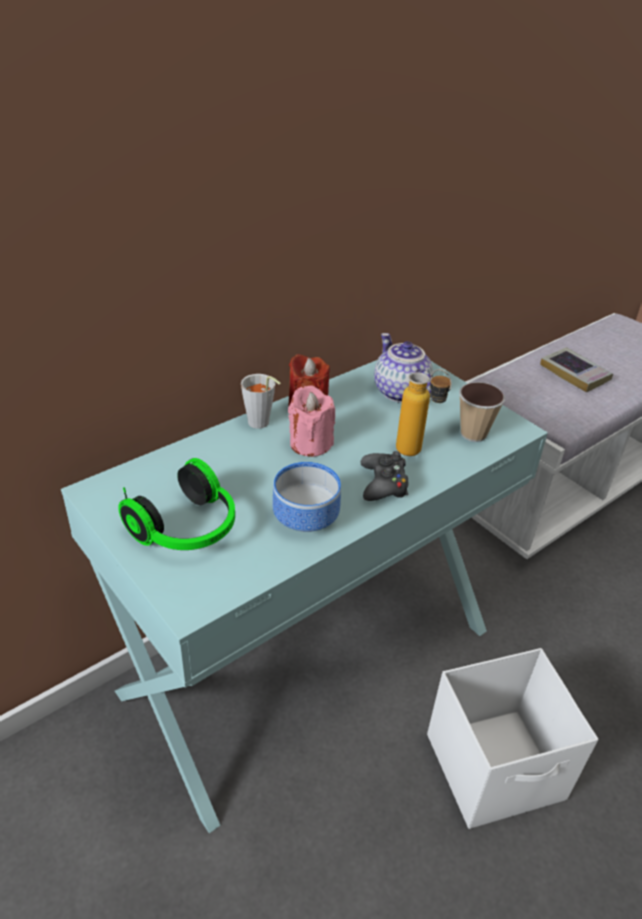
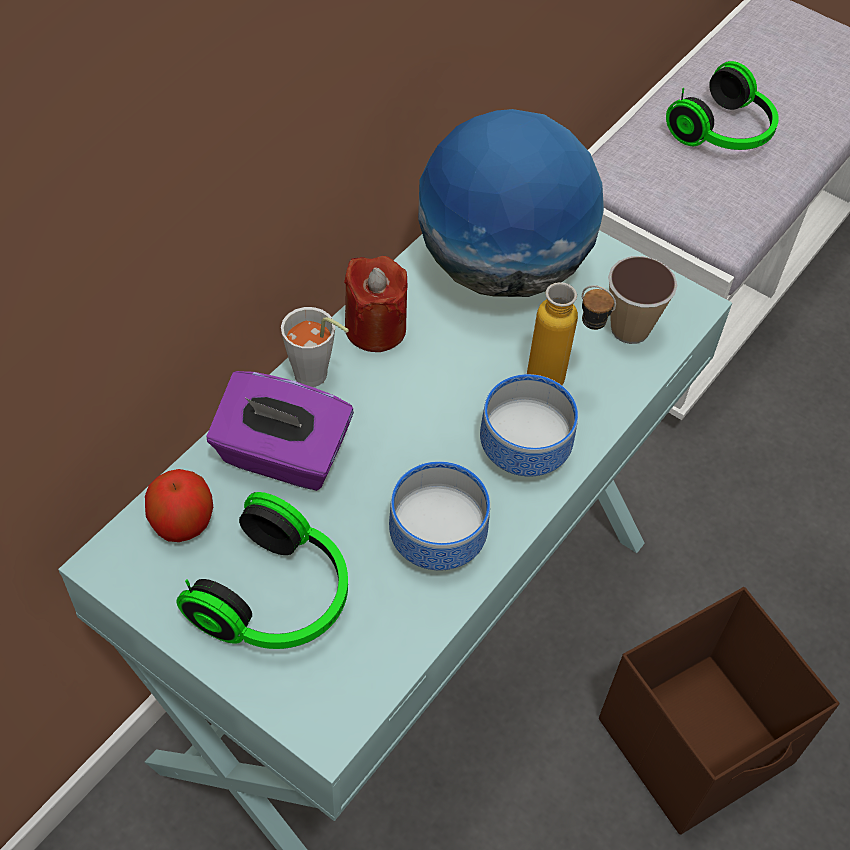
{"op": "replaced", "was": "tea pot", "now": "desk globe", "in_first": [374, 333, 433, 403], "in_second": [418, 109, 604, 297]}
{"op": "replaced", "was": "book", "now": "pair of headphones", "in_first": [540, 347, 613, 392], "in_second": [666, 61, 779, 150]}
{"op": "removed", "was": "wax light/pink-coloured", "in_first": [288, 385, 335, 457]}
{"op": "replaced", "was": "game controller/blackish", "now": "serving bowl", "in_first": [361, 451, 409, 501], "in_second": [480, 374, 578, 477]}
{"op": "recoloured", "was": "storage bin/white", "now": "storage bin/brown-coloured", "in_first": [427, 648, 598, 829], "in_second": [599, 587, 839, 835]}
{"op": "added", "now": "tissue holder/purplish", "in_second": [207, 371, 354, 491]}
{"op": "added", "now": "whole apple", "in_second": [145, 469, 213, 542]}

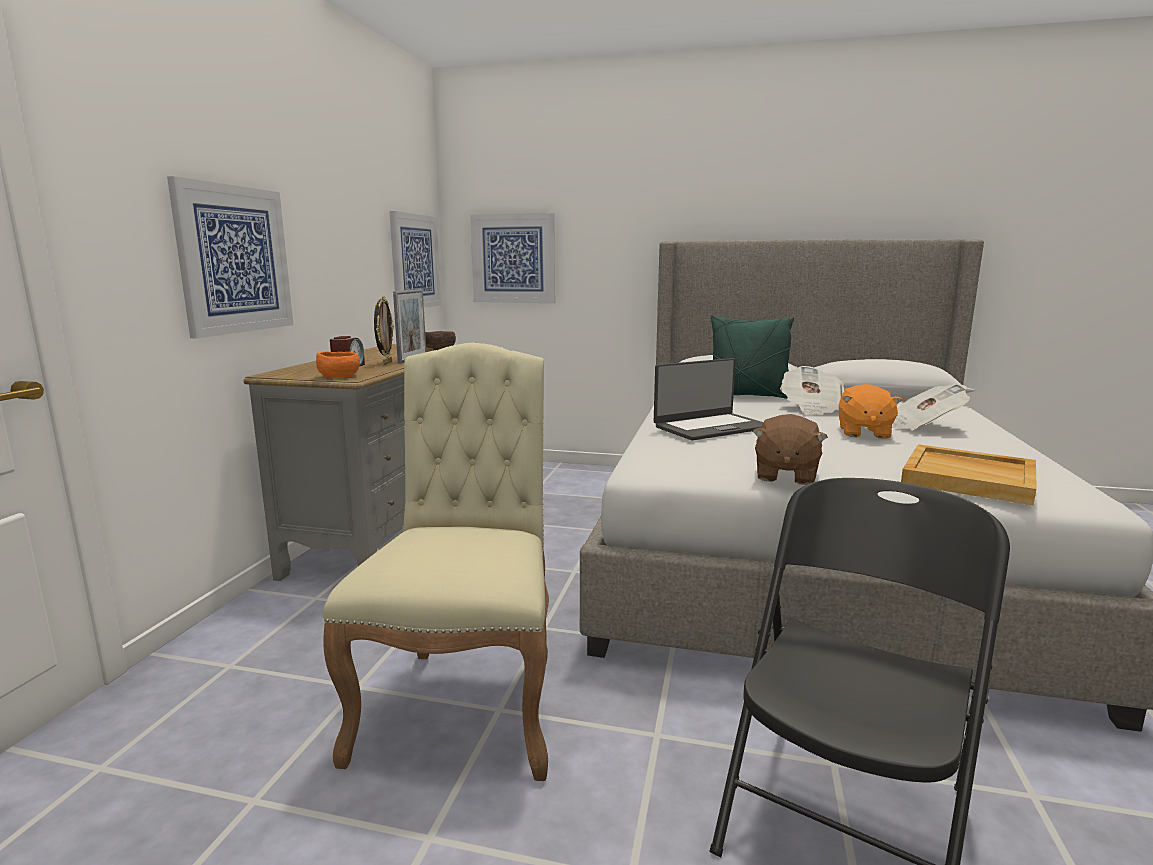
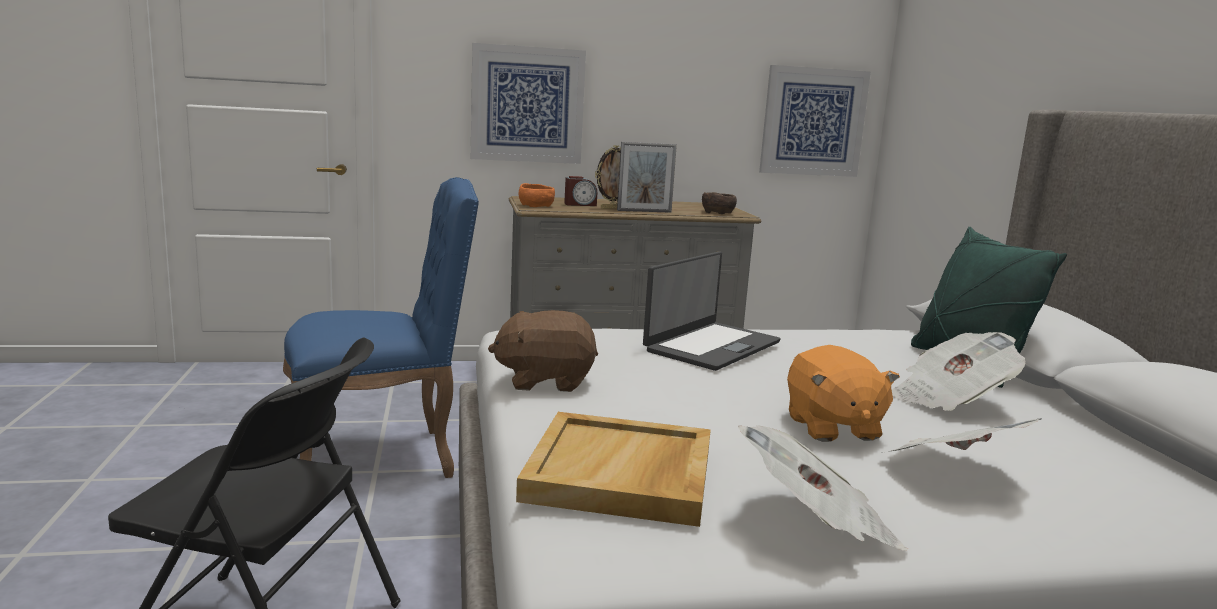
{"op": "removed", "was": "wall art", "in_first": [470, 213, 555, 303]}
{"op": "recoloured", "was": "plain chair/beige-coloured", "now": "plain chair/blue", "in_first": [323, 342, 549, 781], "in_second": [283, 177, 479, 478]}
{"op": "turned", "was": "notebook computer", "in_first": [654, 358, 764, 441], "in_second": [643, 251, 781, 371], "clockwise": -90}
{"op": "turned", "was": "plush toy/orange-coloured", "in_first": [839, 384, 903, 439], "in_second": [787, 345, 900, 442], "clockwise": -90}
{"op": "added", "now": "newspaper", "in_second": [738, 425, 908, 551]}

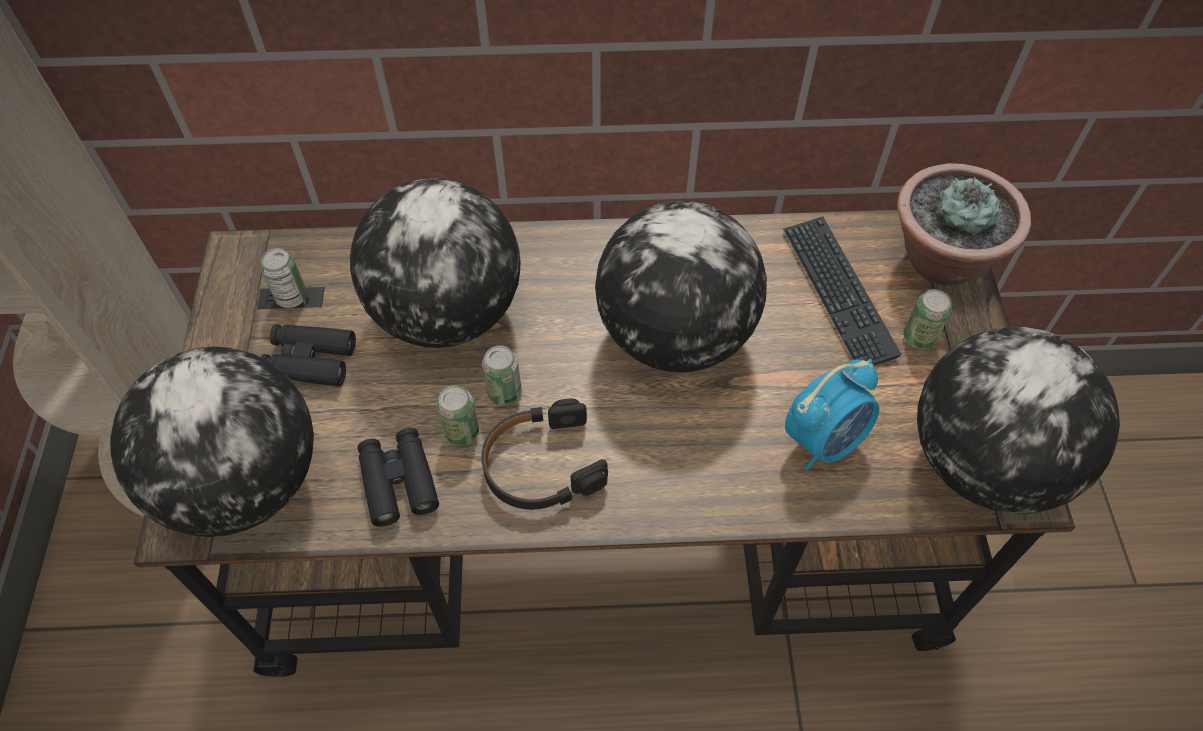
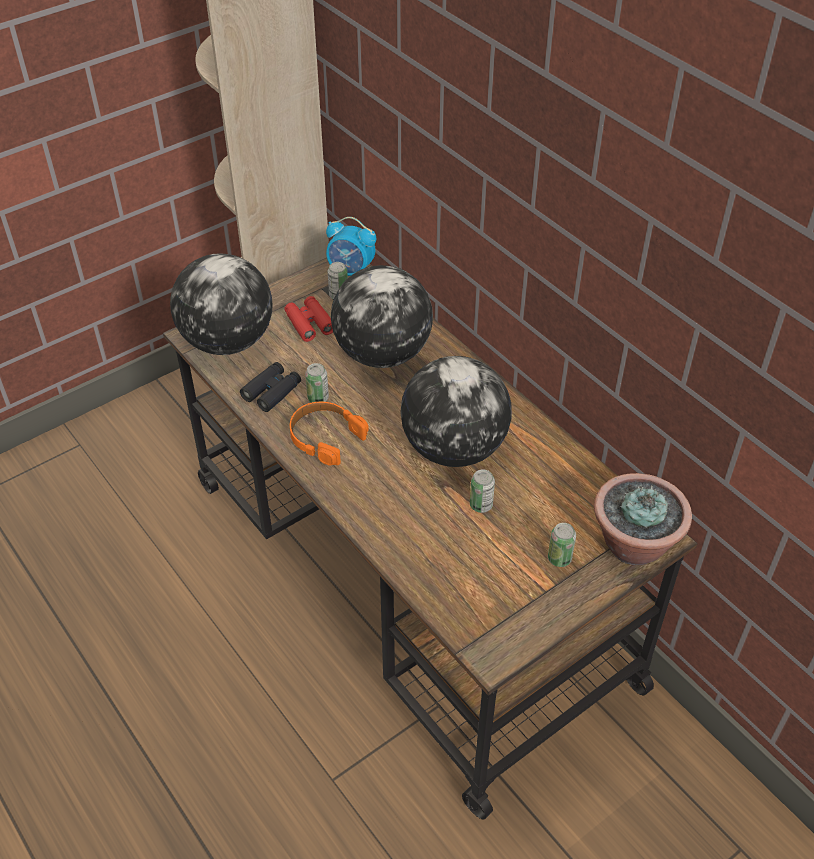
{"op": "removed", "was": "computer keyboard", "in_first": [783, 216, 901, 366]}
{"op": "recoloured", "was": "pair of binoculars/blackish", "now": "pair of binoculars/red", "in_first": [261, 324, 356, 387], "in_second": [284, 296, 333, 342]}
{"op": "removed", "was": "desk globe", "in_first": [917, 327, 1120, 514]}
{"op": "moved", "was": "sealed can", "in_first": [482, 345, 522, 406], "in_second": [470, 469, 495, 513]}
{"op": "moved", "was": "bedside clock", "in_first": [785, 359, 879, 470], "in_second": [326, 217, 376, 276]}
{"op": "recoloured", "was": "pair of headphones/blackish", "now": "pair of headphones/orange-coloured", "in_first": [481, 398, 608, 510], "in_second": [290, 402, 369, 466]}

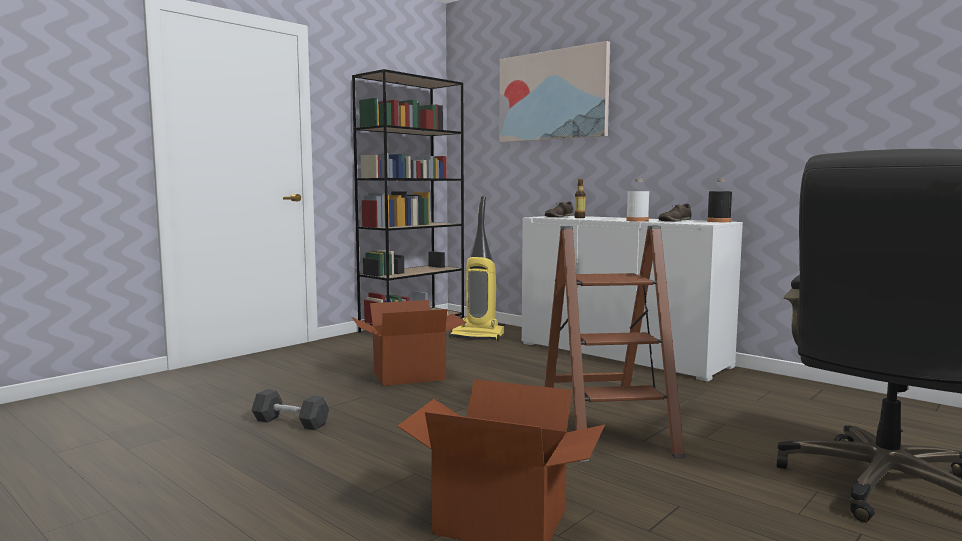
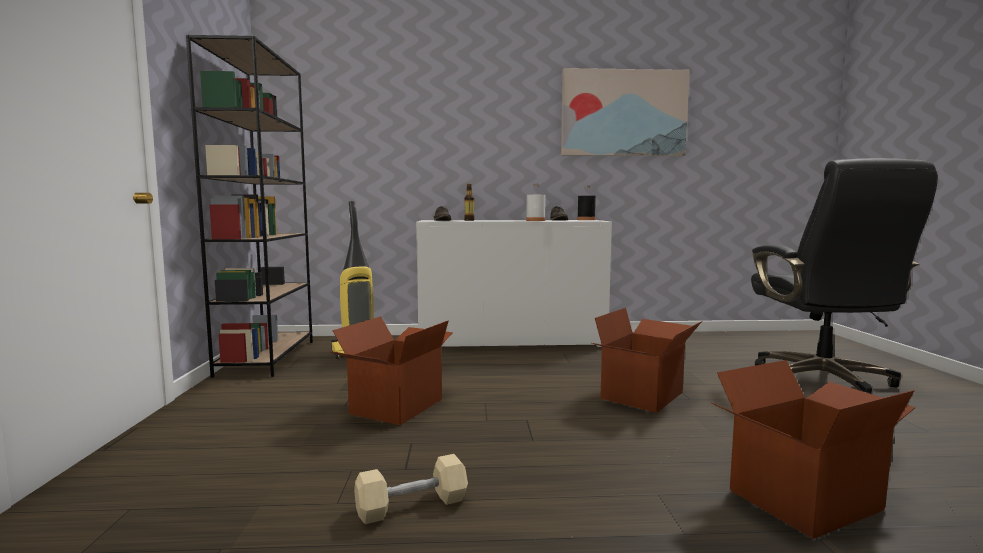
{"op": "moved", "was": "wall art", "in_first": [499, 41, 610, 142], "in_second": [561, 68, 690, 156]}
{"op": "replaced", "was": "step ladder/brown-coloured", "now": "cardboard box", "in_first": [544, 226, 685, 462], "in_second": [592, 308, 702, 413]}
{"op": "recoloured", "was": "free weight/blackish", "now": "free weight/beige-coloured", "in_first": [252, 389, 329, 430], "in_second": [354, 454, 468, 524]}

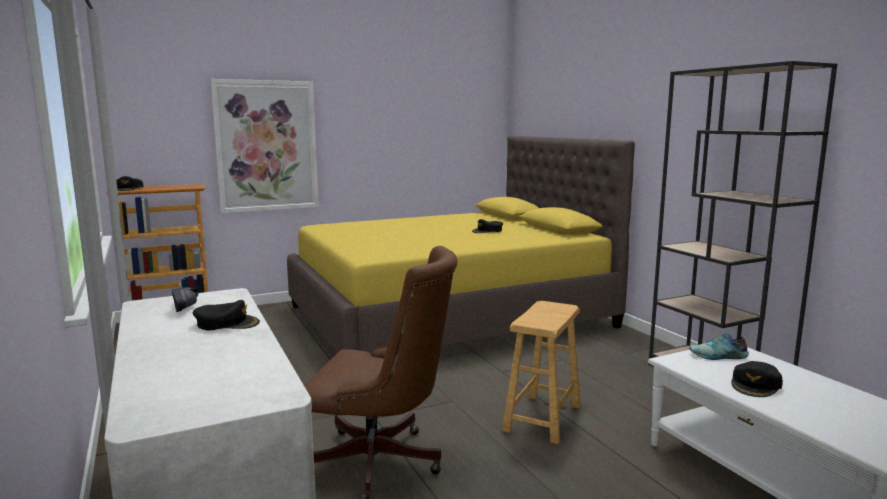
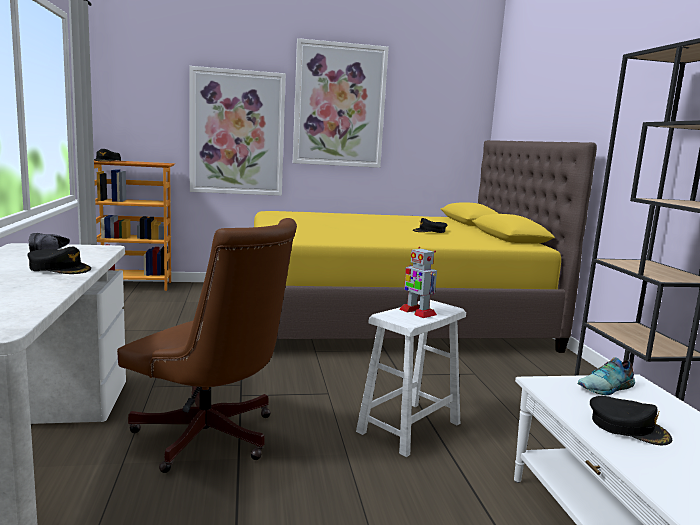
{"op": "recoloured", "was": "stool/brown-coloured", "now": "stool/white", "in_first": [502, 301, 581, 444], "in_second": [356, 300, 466, 457]}
{"op": "turned", "was": "item of footwear", "in_first": [689, 332, 749, 360], "in_second": [578, 357, 635, 395], "clockwise": -45}
{"op": "turned", "was": "peaked cap/blackish", "in_first": [731, 361, 783, 397], "in_second": [590, 396, 672, 445], "clockwise": -105}
{"op": "added", "now": "wall art", "in_second": [293, 38, 389, 168]}
{"op": "added", "now": "toy robot", "in_second": [399, 247, 437, 318]}

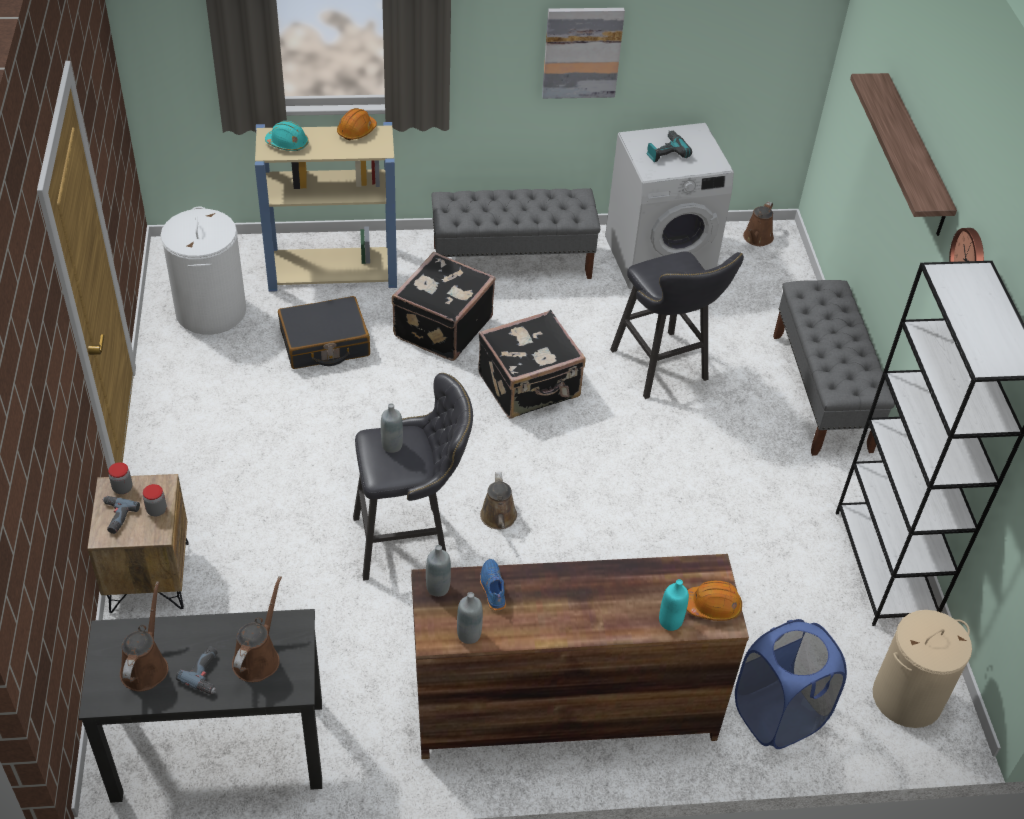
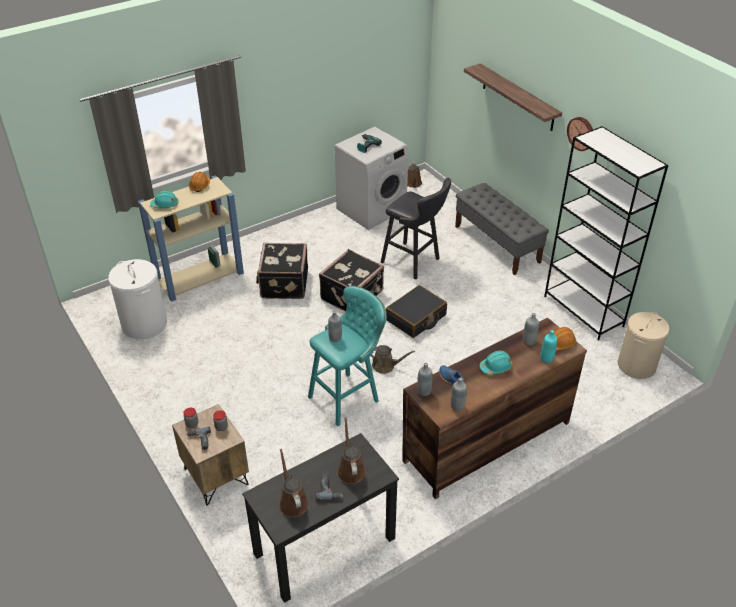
{"op": "removed", "was": "wall art", "in_first": [542, 8, 625, 99]}
{"op": "removed", "was": "long seat/gray", "in_first": [431, 188, 600, 279]}
{"op": "moved", "was": "travel case/blackish", "in_first": [278, 296, 370, 369], "in_second": [386, 285, 447, 338]}
{"op": "recoloured", "was": "stool/blackish", "now": "stool/blue-green", "in_first": [353, 373, 473, 581], "in_second": [308, 286, 387, 426]}
{"op": "turned", "was": "sprinkling can/brown-coloured", "in_first": [480, 472, 517, 529], "in_second": [371, 345, 415, 374], "clockwise": -45}
{"op": "removed", "was": "hamper/blue", "in_first": [735, 619, 847, 749]}
{"op": "added", "now": "bottle/gray", "in_second": [523, 313, 539, 345]}
{"op": "added", "now": "safety helmet/blue-green", "in_second": [480, 350, 513, 375]}

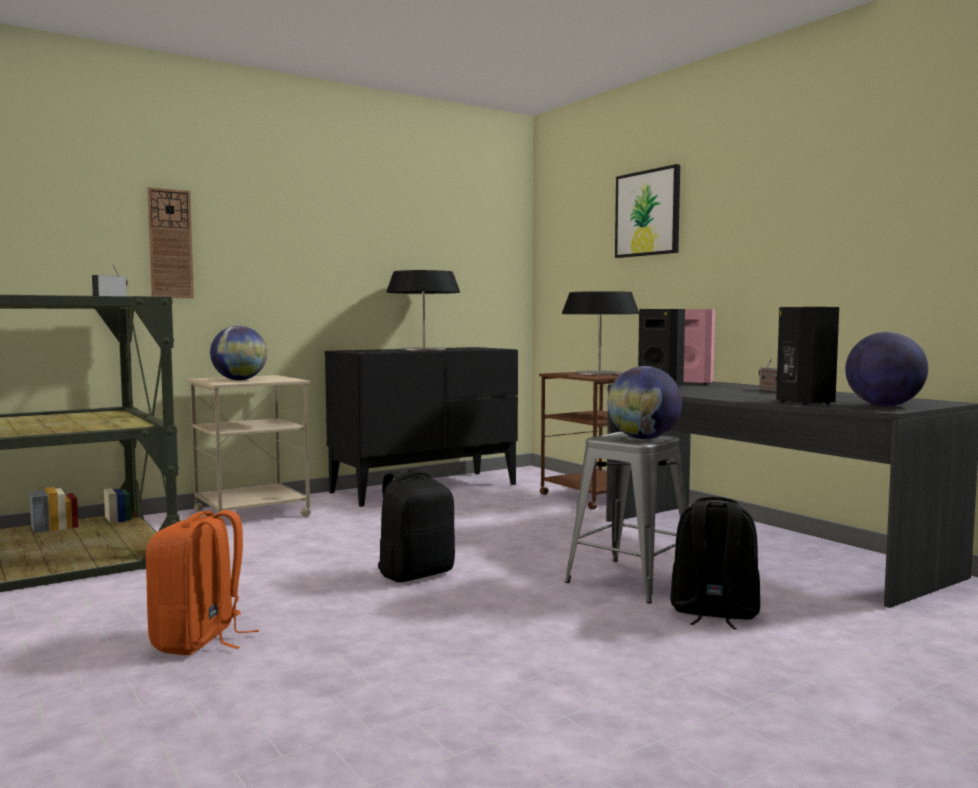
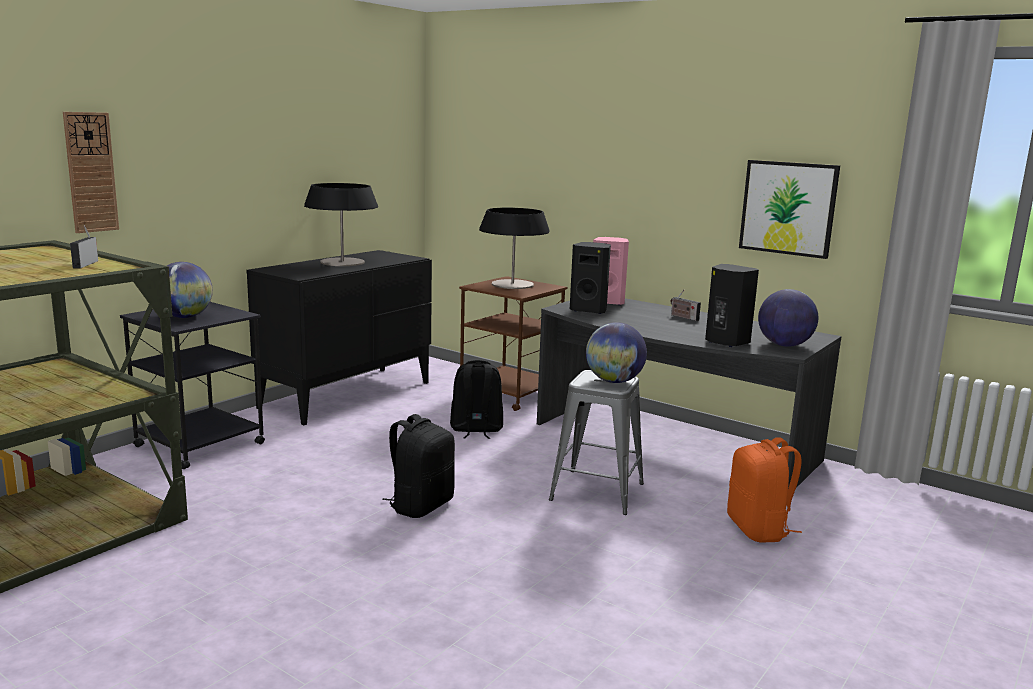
{"op": "moved", "was": "wall art", "in_first": [615, 164, 680, 258], "in_second": [739, 160, 840, 259]}
{"op": "recoloured", "was": "trolley/beige-coloured", "now": "trolley/blackish", "in_first": [188, 375, 311, 519], "in_second": [120, 302, 265, 469]}
{"op": "moved", "was": "knapsack/blackish", "in_first": [670, 497, 760, 629], "in_second": [450, 360, 503, 439]}
{"op": "moved", "was": "knapsack/orange-coloured", "in_first": [146, 510, 259, 655], "in_second": [727, 437, 802, 543]}

